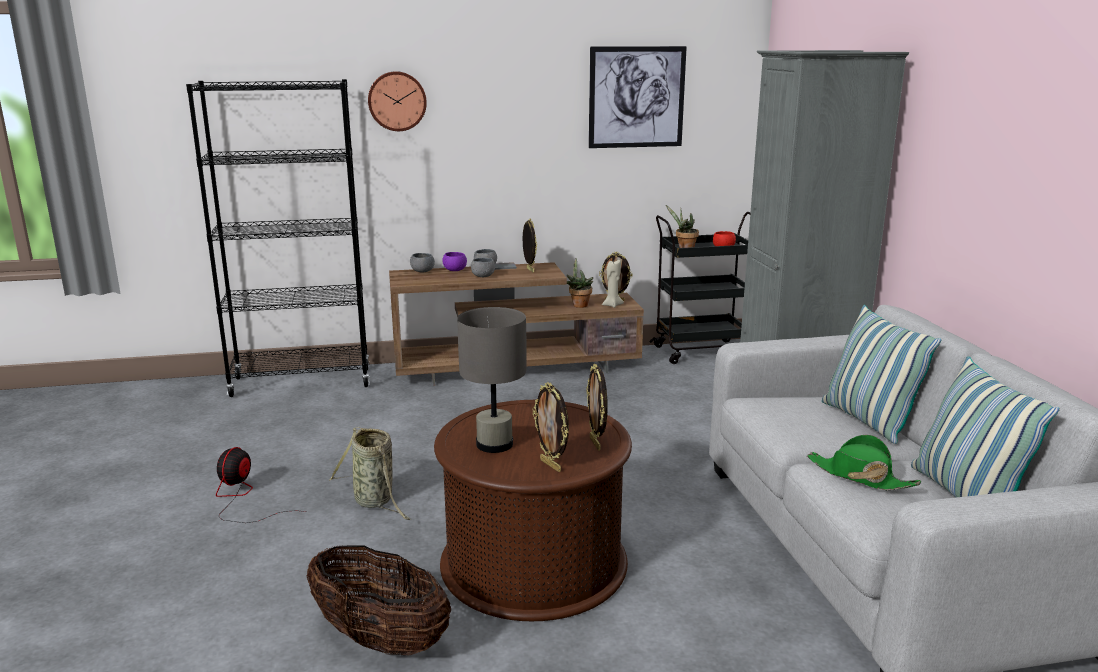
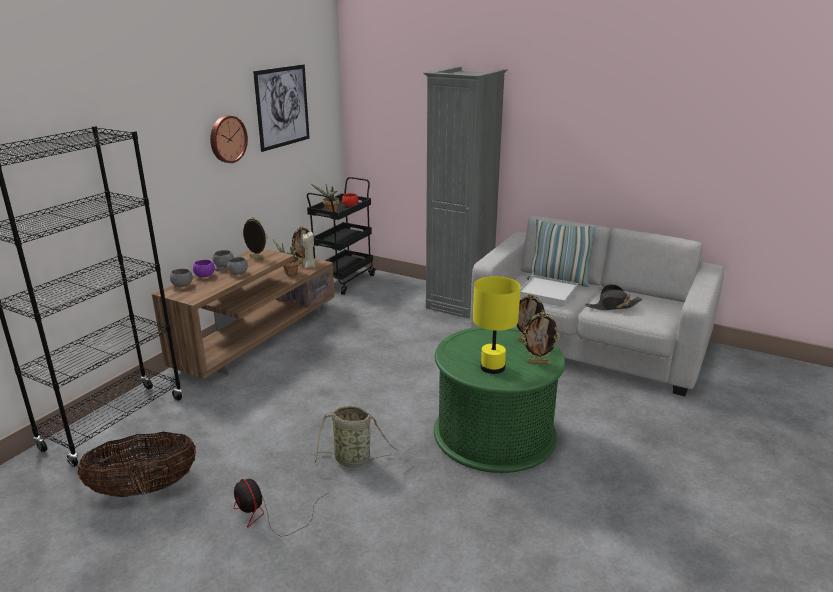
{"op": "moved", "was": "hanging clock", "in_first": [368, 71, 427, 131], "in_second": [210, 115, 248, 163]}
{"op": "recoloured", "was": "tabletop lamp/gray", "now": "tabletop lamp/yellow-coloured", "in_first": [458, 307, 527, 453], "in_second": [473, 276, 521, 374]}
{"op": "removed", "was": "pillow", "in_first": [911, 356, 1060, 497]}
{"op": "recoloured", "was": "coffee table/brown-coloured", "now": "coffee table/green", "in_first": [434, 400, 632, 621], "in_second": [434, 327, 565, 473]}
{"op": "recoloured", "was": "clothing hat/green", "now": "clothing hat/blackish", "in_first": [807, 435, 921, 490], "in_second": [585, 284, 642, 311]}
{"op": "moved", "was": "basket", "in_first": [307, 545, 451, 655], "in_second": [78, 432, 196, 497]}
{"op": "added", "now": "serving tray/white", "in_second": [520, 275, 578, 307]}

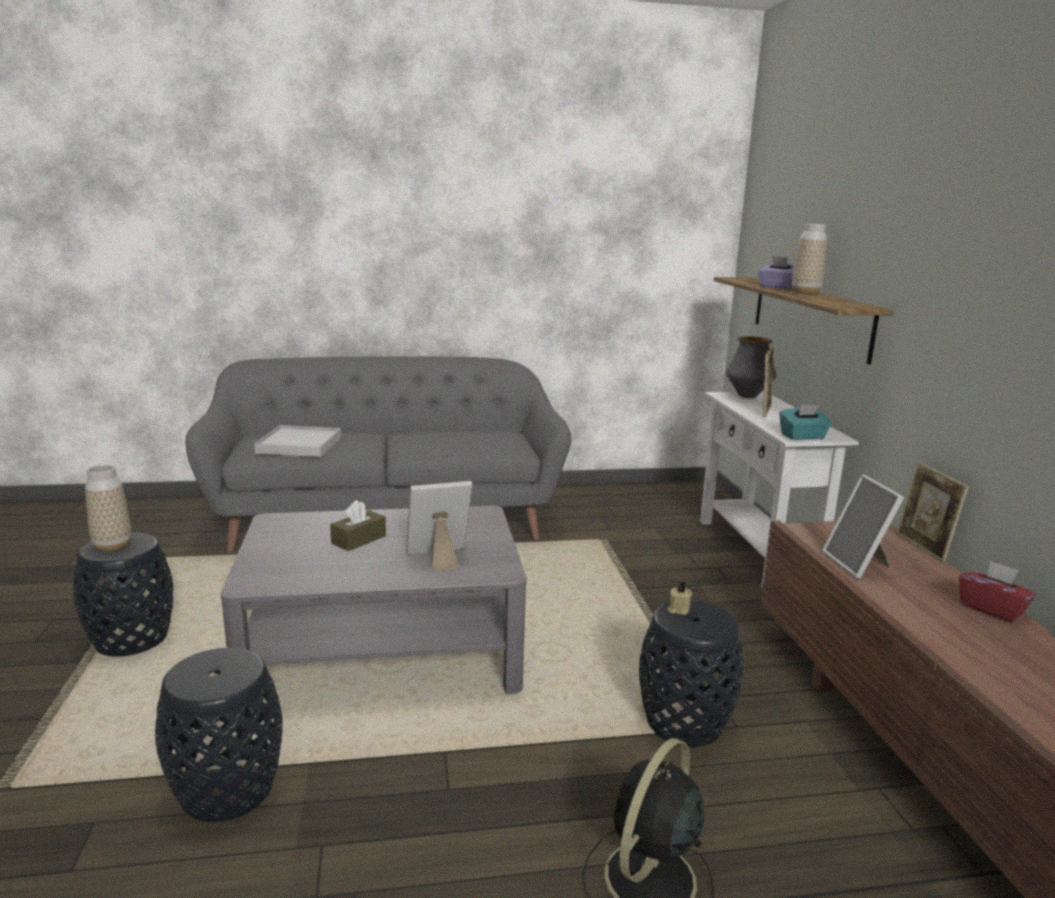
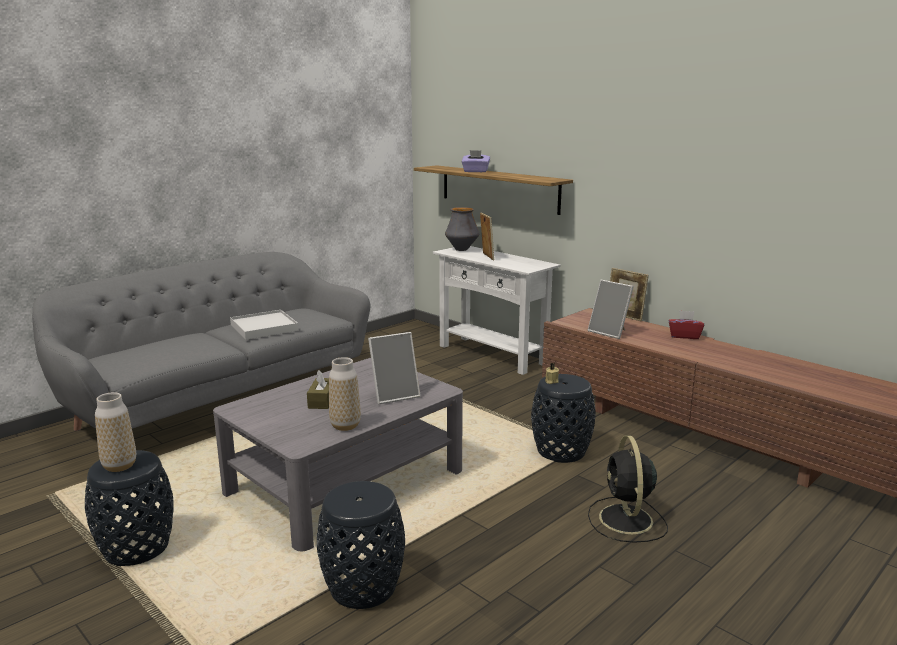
{"op": "moved", "was": "decorative vase", "in_first": [792, 224, 827, 294], "in_second": [329, 357, 361, 431]}
{"op": "removed", "was": "tissue holder/blue-green", "in_first": [779, 405, 832, 440]}
{"op": "moved", "was": "serving tray/white", "in_first": [254, 425, 341, 457], "in_second": [230, 310, 299, 340]}
{"op": "turned", "was": "picture frame", "in_first": [406, 481, 473, 572], "in_second": [368, 332, 421, 404], "clockwise": -150}

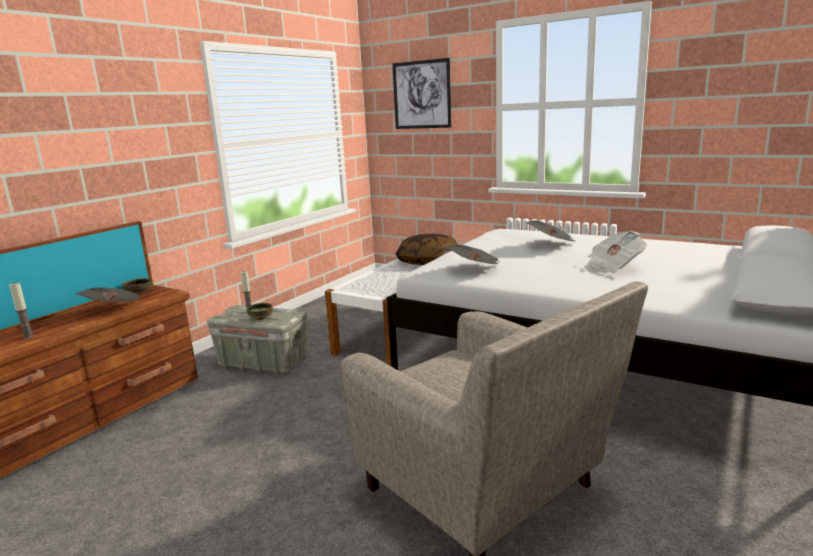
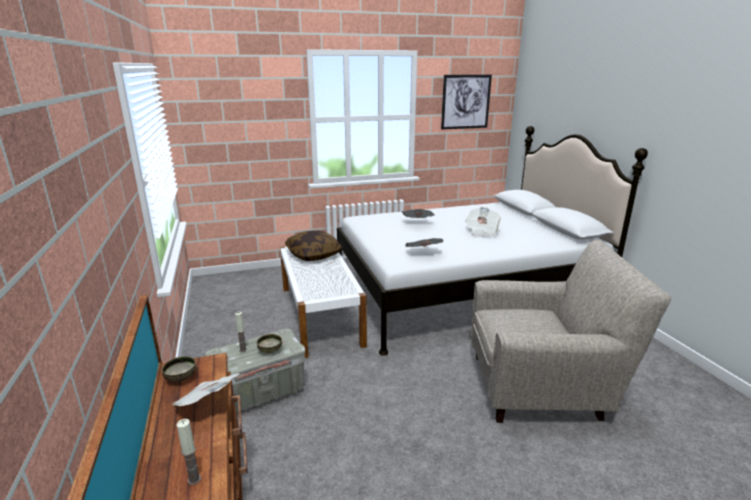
{"op": "moved", "was": "wall art", "in_first": [393, 58, 452, 129], "in_second": [441, 75, 492, 129]}

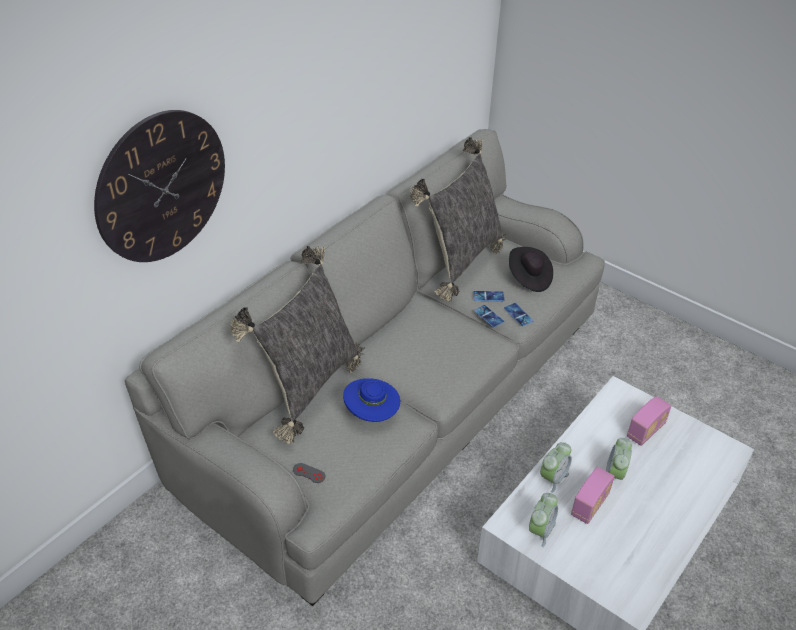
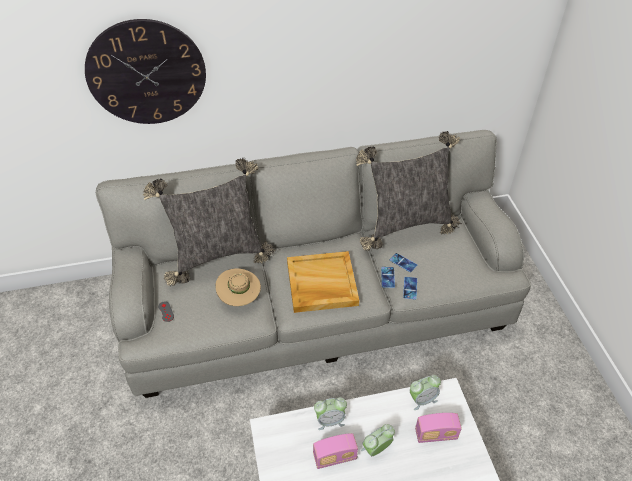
{"op": "removed", "was": "clothing hat/blackish", "in_first": [509, 247, 553, 292]}
{"op": "recoloured", "was": "clothing hat/blue", "now": "clothing hat/beige-coloured", "in_first": [343, 378, 400, 422], "in_second": [215, 268, 261, 306]}
{"op": "moved", "was": "bedside clock", "in_first": [529, 493, 558, 547], "in_second": [410, 375, 441, 410]}
{"op": "added", "now": "serving tray/beige-coloured", "in_second": [287, 251, 359, 313]}

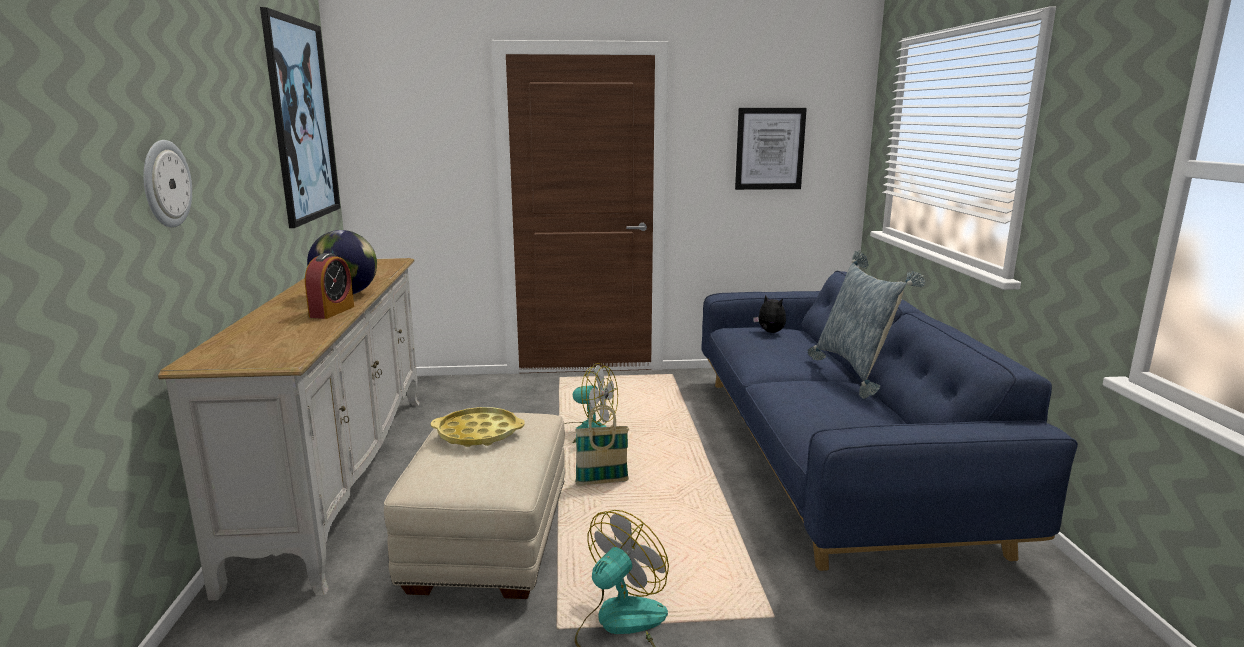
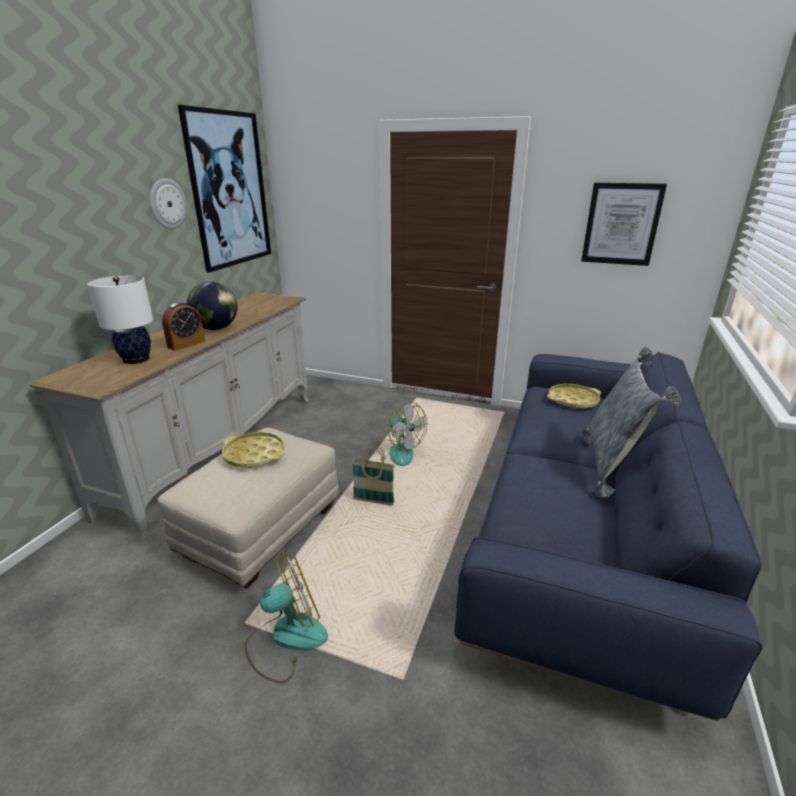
{"op": "moved", "was": "hanging clock", "in_first": [143, 140, 192, 228], "in_second": [150, 178, 187, 229]}
{"op": "replaced", "was": "plush toy", "now": "serving tray/yellow-coloured", "in_first": [753, 295, 786, 333], "in_second": [547, 384, 601, 409]}
{"op": "added", "now": "tabletop lamp/white", "in_second": [88, 275, 153, 364]}

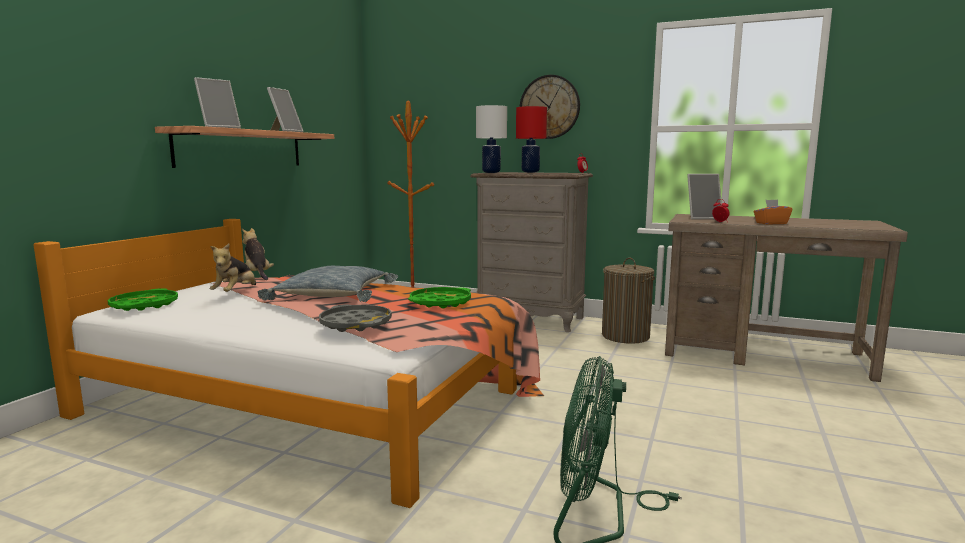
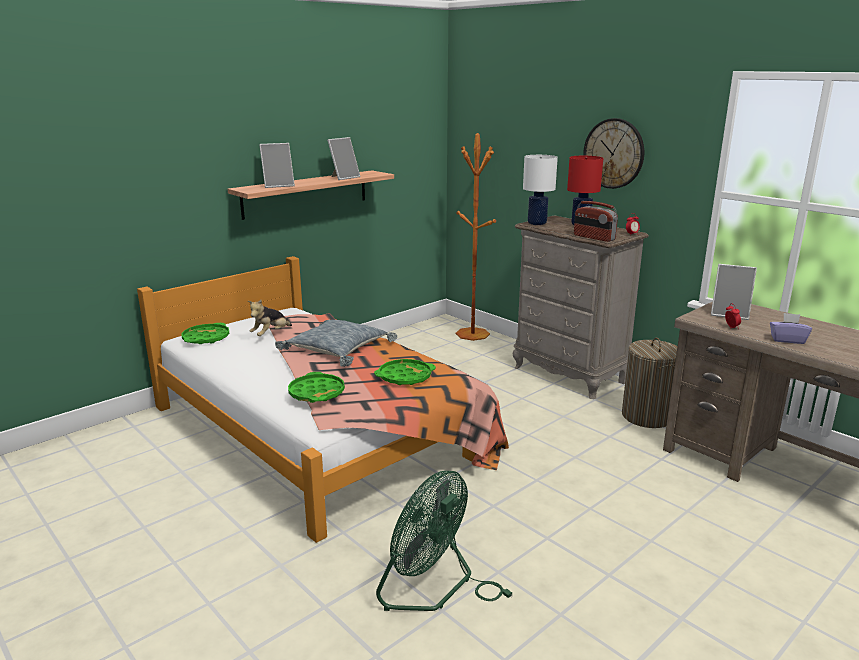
{"op": "recoloured", "was": "tissue holder/orange-coloured", "now": "tissue holder/purplish", "in_first": [754, 199, 792, 225], "in_second": [770, 313, 812, 344]}
{"op": "removed", "was": "plush toy", "in_first": [242, 228, 274, 280]}
{"op": "recoloured", "was": "serving tray/gray", "now": "serving tray/green", "in_first": [319, 304, 392, 332], "in_second": [288, 372, 345, 403]}
{"op": "added", "now": "radio set", "in_second": [574, 201, 618, 242]}

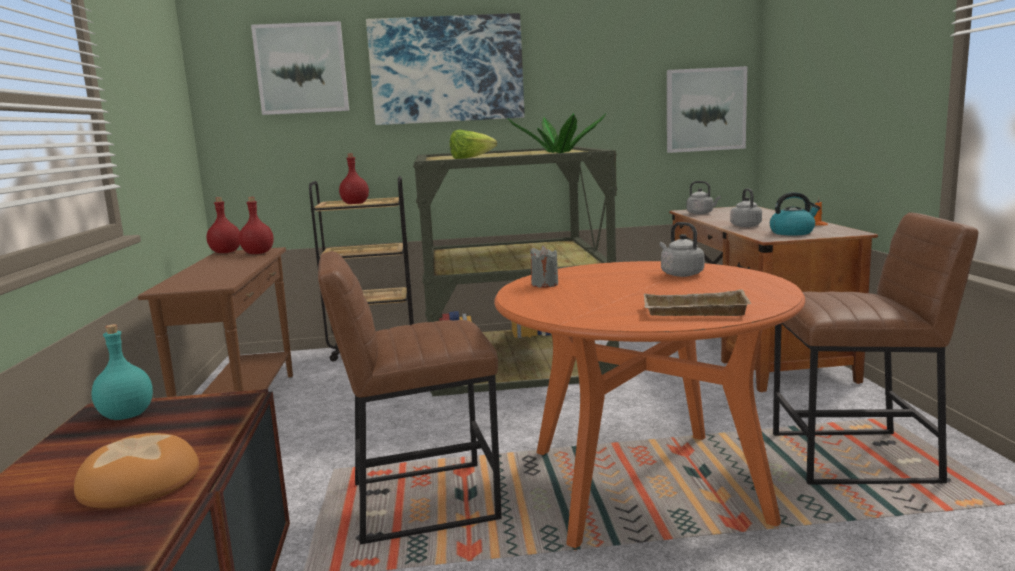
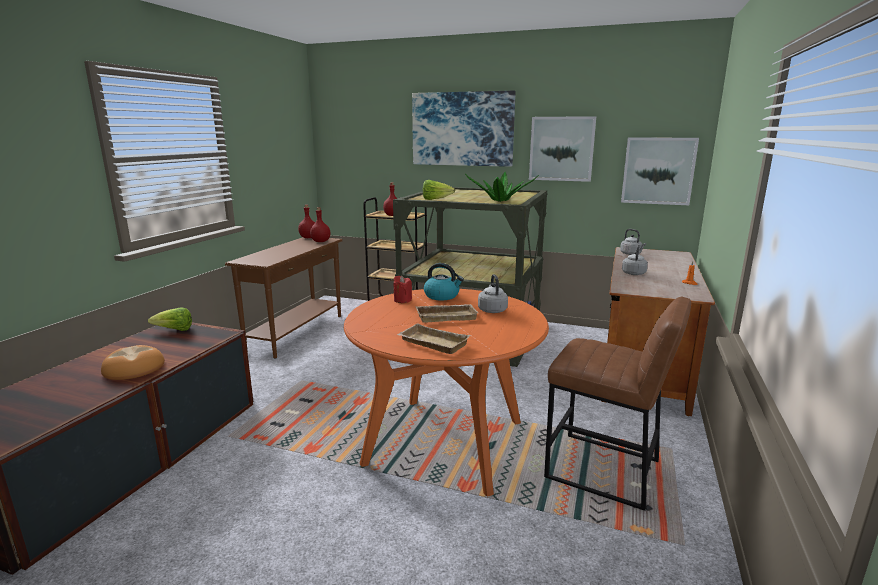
{"op": "moved", "was": "wall art", "in_first": [251, 21, 349, 115], "in_second": [529, 116, 596, 182]}
{"op": "moved", "was": "water kettle", "in_first": [770, 192, 820, 235], "in_second": [424, 263, 464, 300]}
{"op": "recoloured", "was": "wax light/gray", "now": "wax light/red", "in_first": [530, 245, 558, 288], "in_second": [393, 275, 412, 303]}
{"op": "removed", "was": "plain chair/brown-coloured", "in_first": [318, 251, 502, 544]}
{"op": "replaced", "was": "bottle/blue-green", "now": "lettuce", "in_first": [91, 324, 153, 420], "in_second": [148, 307, 192, 331]}
{"op": "added", "now": "serving tray/beige-coloured", "in_second": [415, 304, 478, 323]}

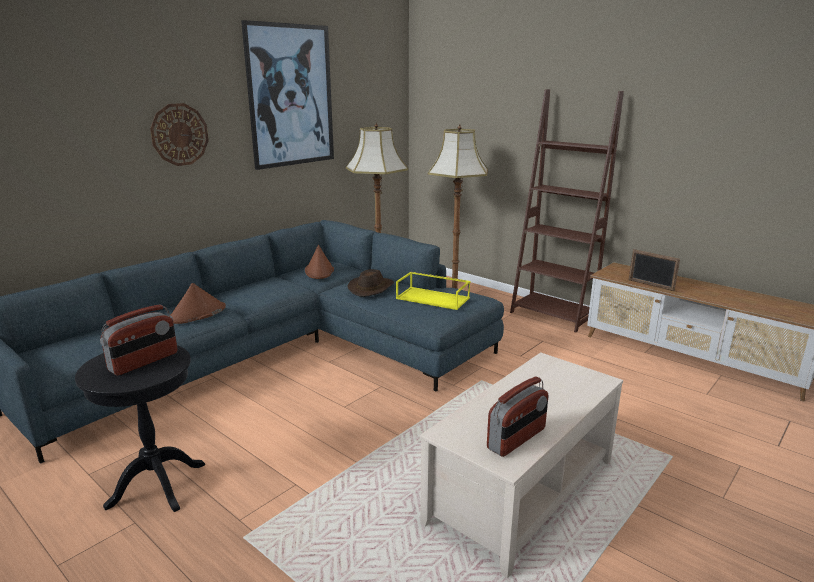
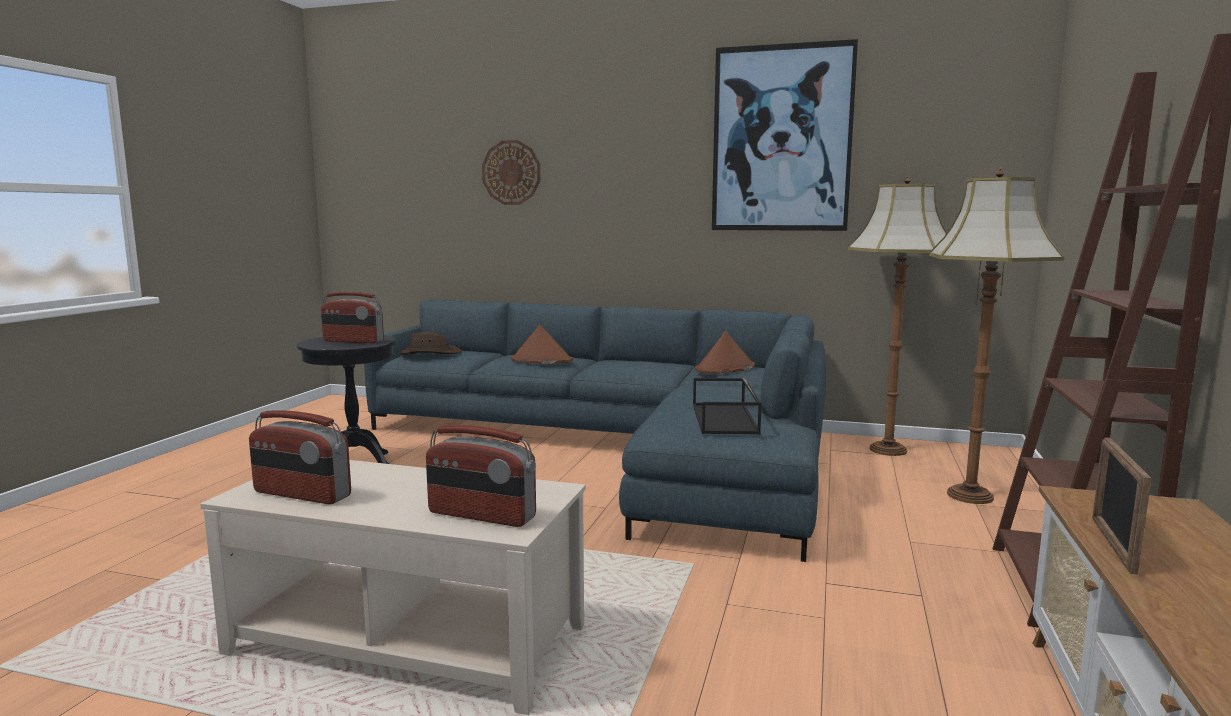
{"op": "moved", "was": "hanging clock", "in_first": [150, 103, 209, 166], "in_second": [482, 140, 540, 205]}
{"op": "moved", "was": "clothing hat/brown-coloured", "in_first": [347, 269, 394, 297], "in_second": [399, 331, 462, 355]}
{"op": "recoloured", "was": "serving tray/yellow-coloured", "now": "serving tray/blackish", "in_first": [396, 272, 470, 310], "in_second": [693, 378, 762, 434]}
{"op": "added", "now": "radio set", "in_second": [426, 425, 536, 527]}

